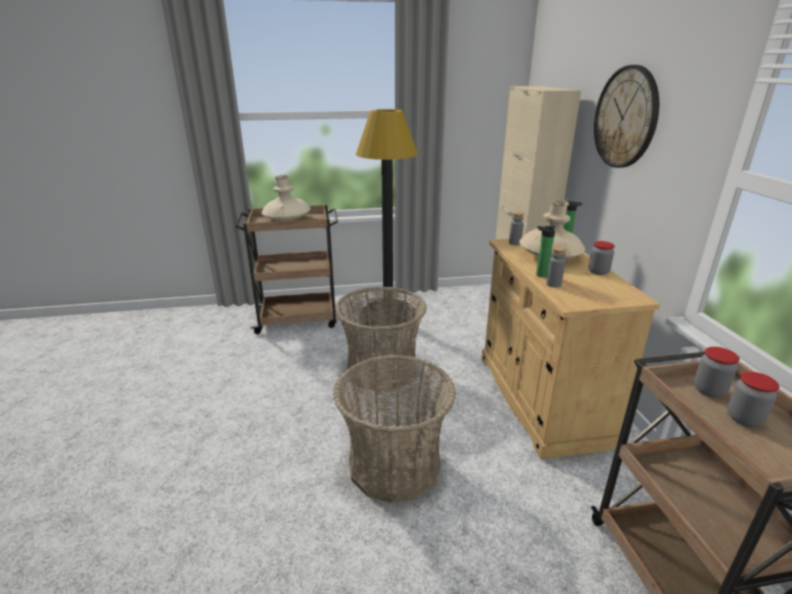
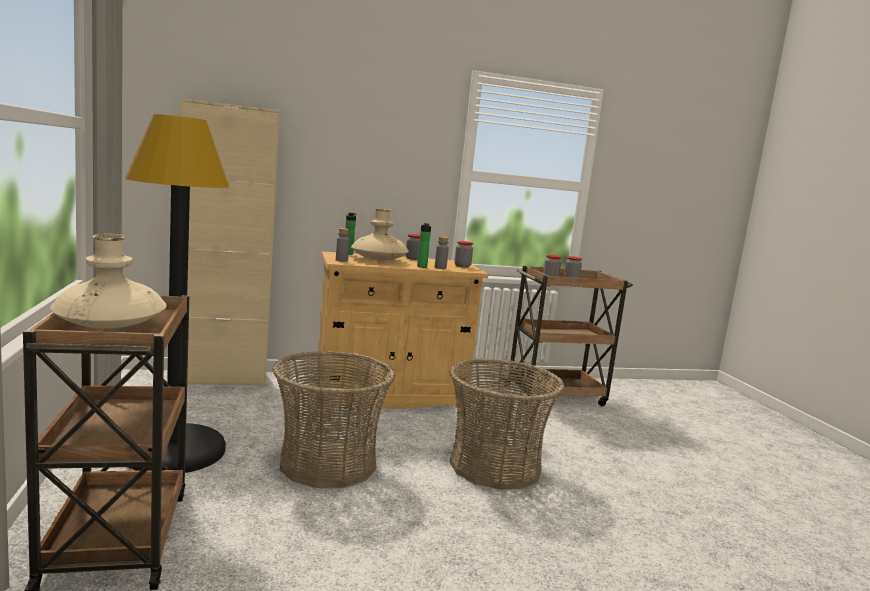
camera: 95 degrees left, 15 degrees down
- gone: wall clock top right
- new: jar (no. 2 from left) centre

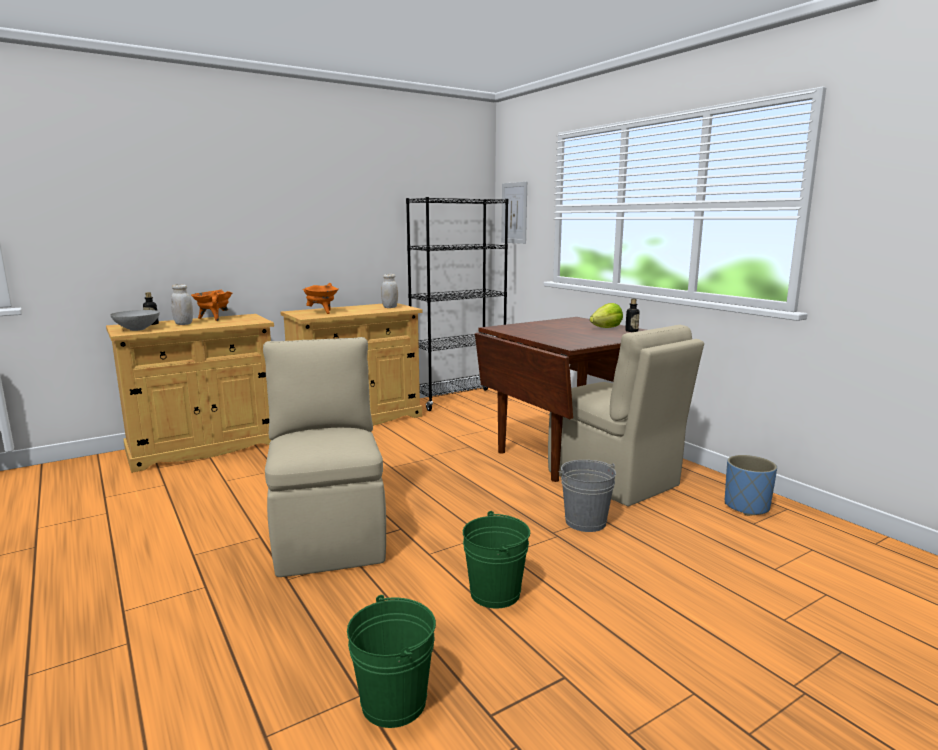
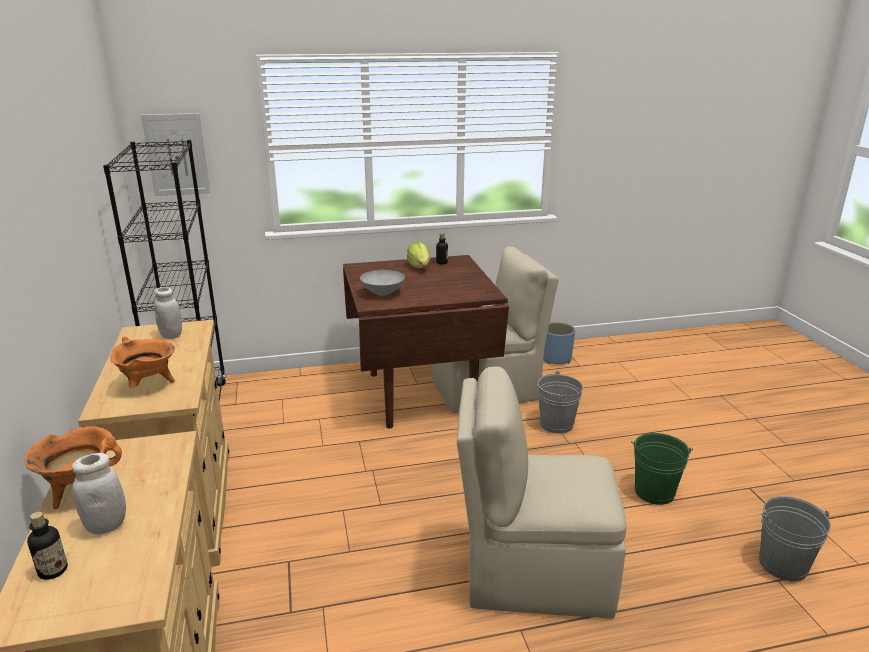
camera: 70 degrees left, 10 degrees up
- shifted: bowl/grey middle left to centre
- repainted: bucket/green (no. 1 from left) bottom centre to bucket/grey (no. 2 from left) bottom right

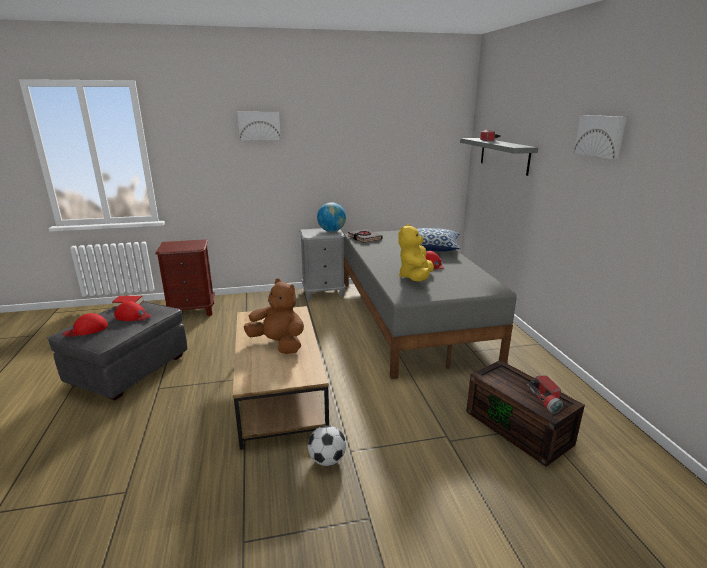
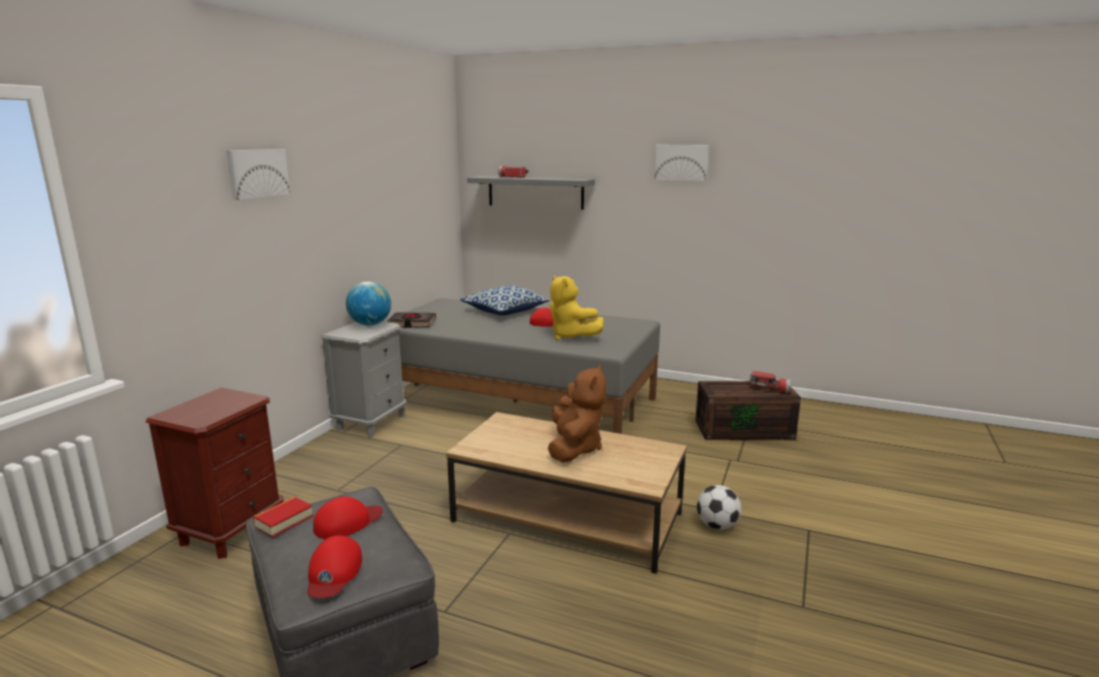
camera: 55 degrees left, 5 degrees down
- rotated: plush toy/brown centre = centre 120 degrees clockwise

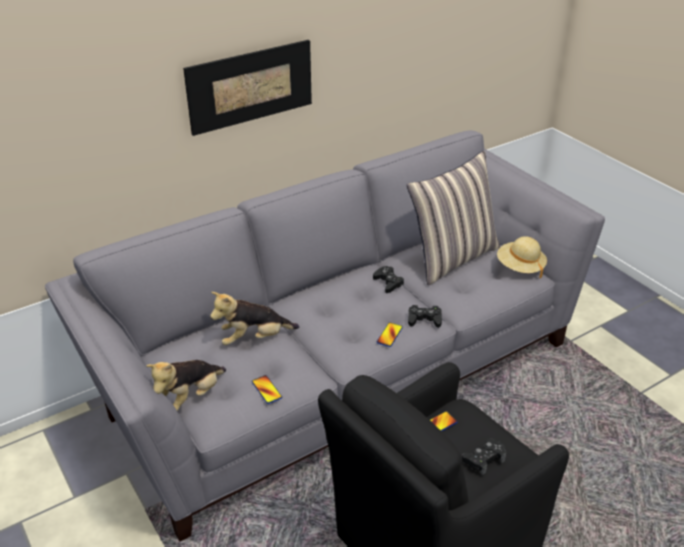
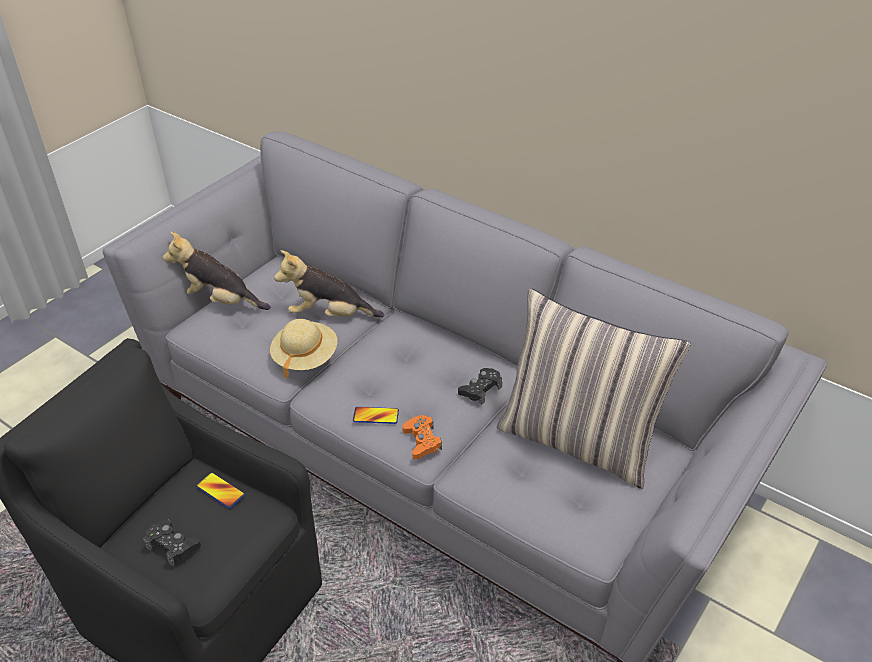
camera: 70 degrees right, 5 degrees up
- gone: picture top centre
- gone: phone (no. 1 from left) bottom centre
- shifted: hat/beige middle right to centre
- repainted: game controller/black (no. 2 from left) centre to game controller/orange centre
- rotated: plush toy (no. 2 from left) centre = centre 45 degrees counterclockwise

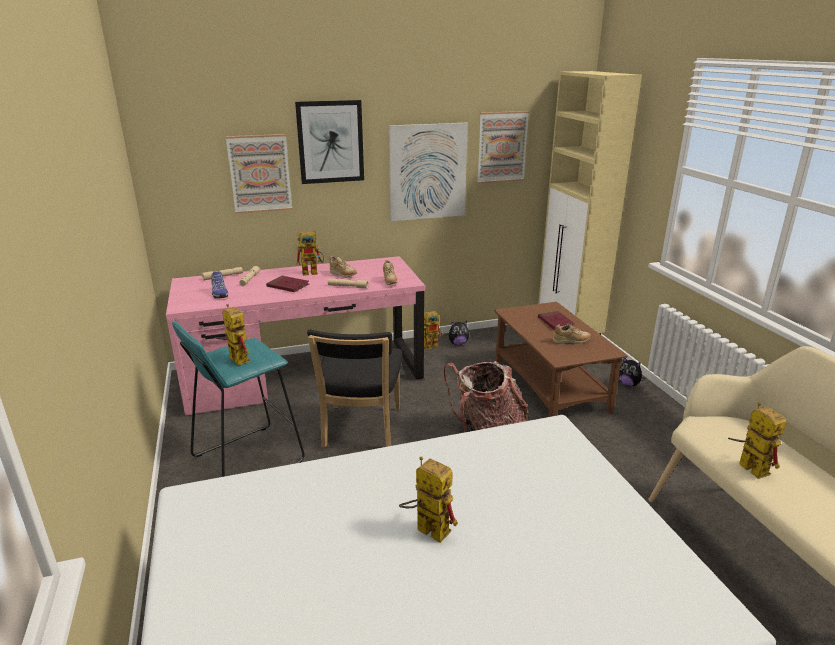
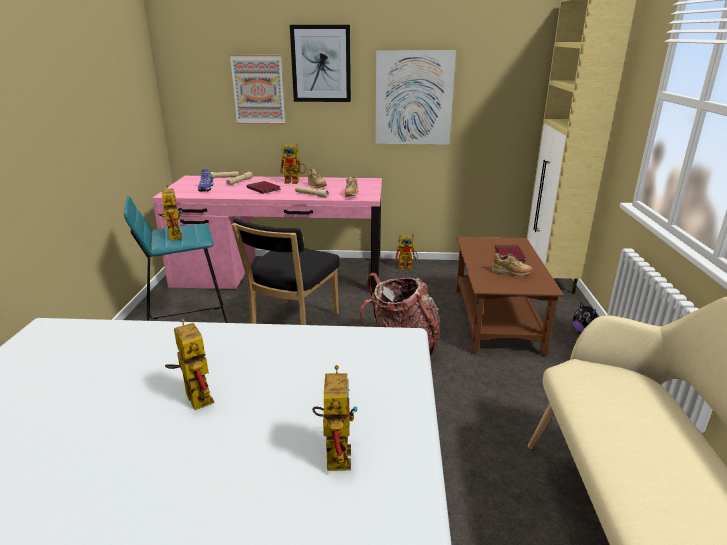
camera: 20 degrees right, 0 degrees up
- gone: plush toy (no. 1 from left) centre
- gone: picture (no. 4 from left) top centre
- shifted: toy robot (no. 5 from left in the first image) bottom right to toy robot (no. 4 from left) bottom centre

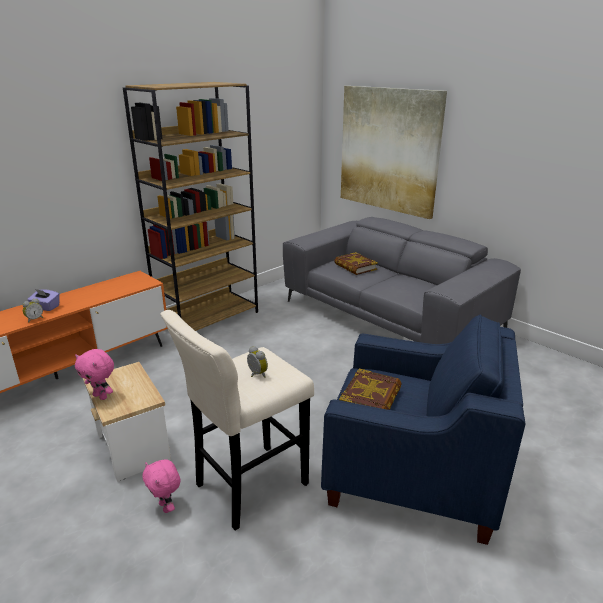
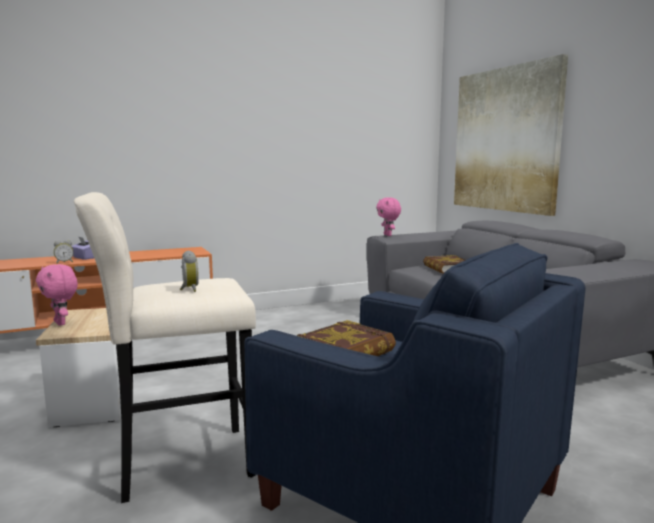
camera: 20 degrees right, 15 degrees down
- gone: bookcase/brown middle left
- shifted: plush toy/pink (no. 2 from left) bottom left to centre

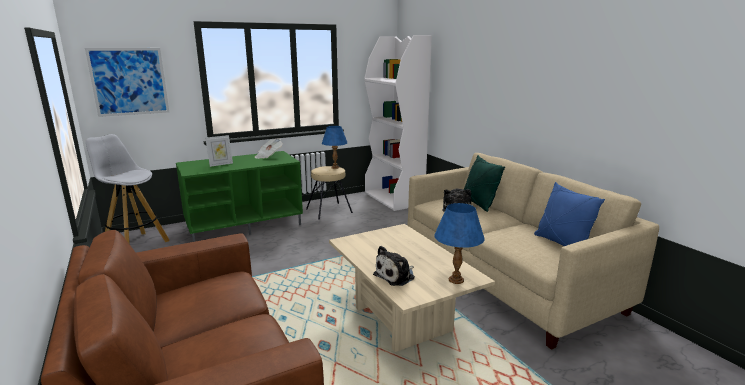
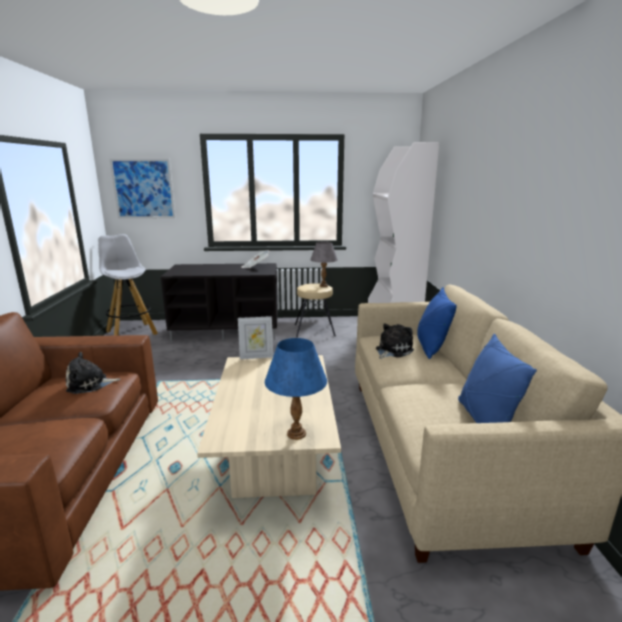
camera: 25 degrees right, 0 degrees up
- shifted: picture frame middle left to centre
- shifted: plush toy (no. 1 from left) bottom centre to middle left
- repainted: tv stand/green middle left to tv stand/black centre
- repainted: table lamp/blue (no. 1 from left) centre to table lamp/grey centre
- repainted: pillow/green centre to pillow/blue (no. 1 from left) middle right

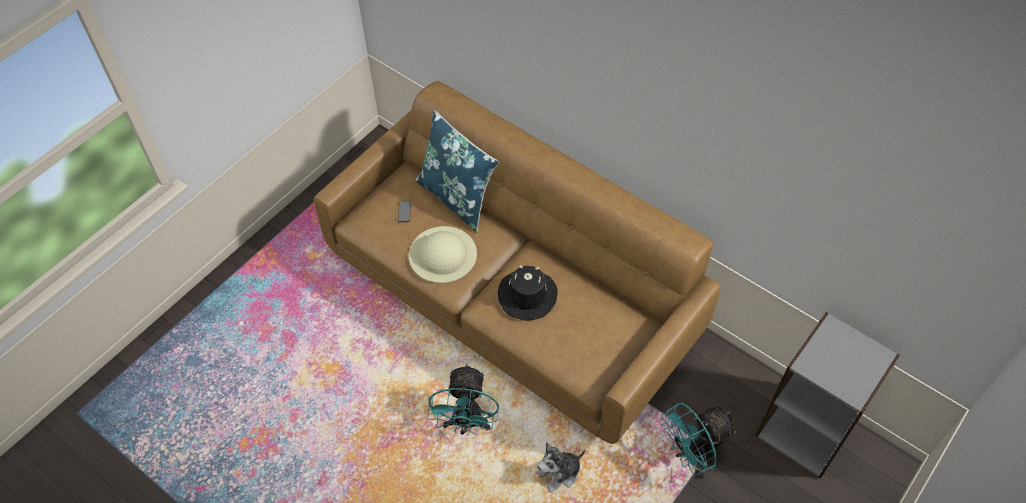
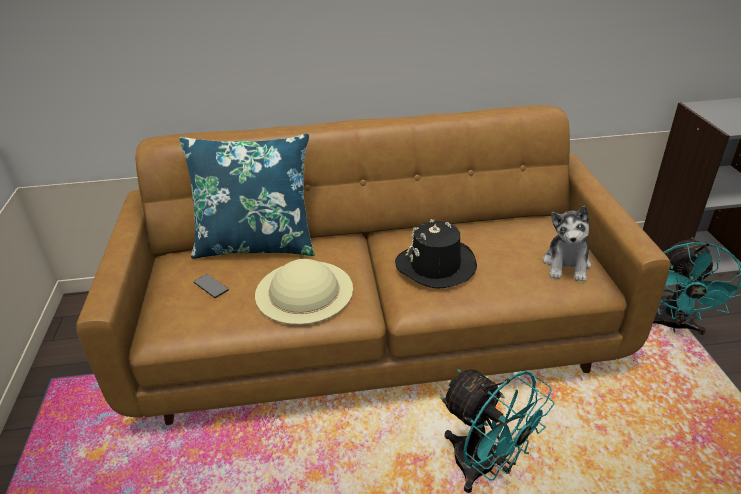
camera: 45 degrees left, 20 degrees down
- shifted: plush toy bottom centre to middle right

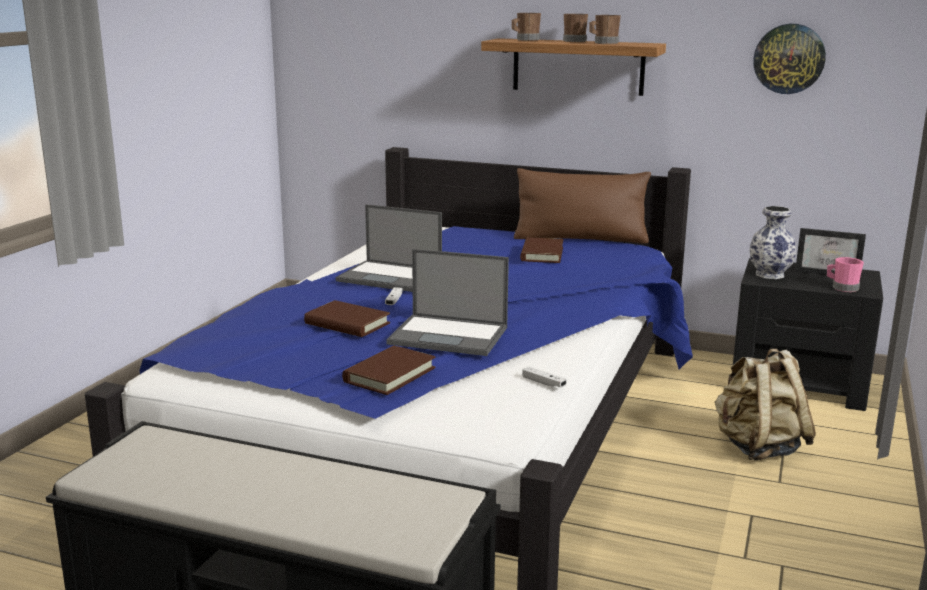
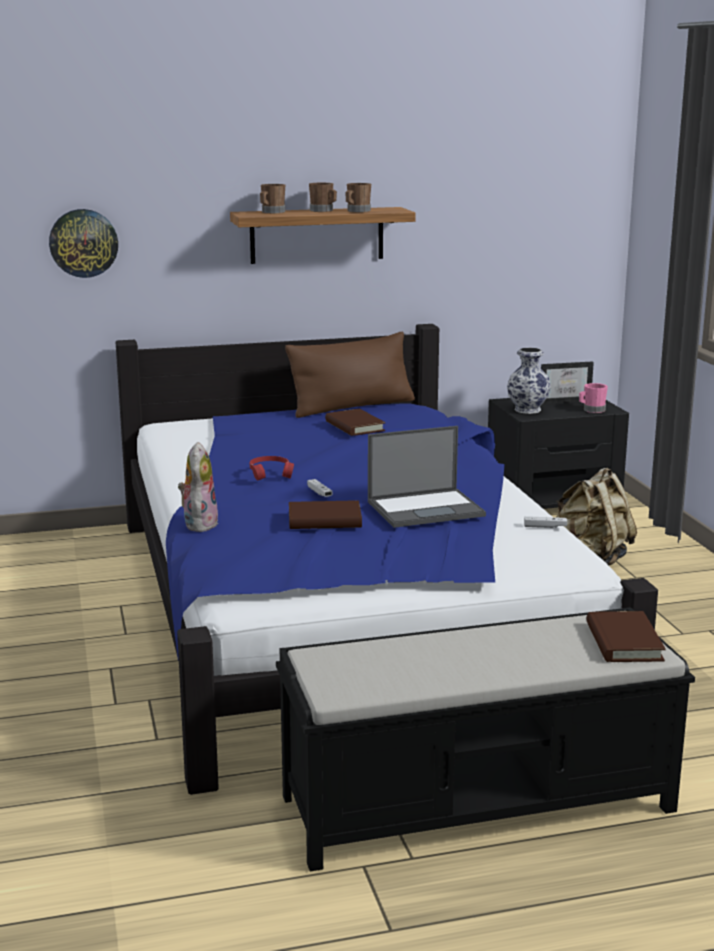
camera: 35 degrees left, 0 degrees up
- new: plush toy middle left
- shifted: book/brown (no. 2 from left in the first image) centre to book/brown (no. 3 from left) bottom right
- shifted: wall clock top right to top left
- swapped: laptop (no. 1 from left) centre to headphones/red centre

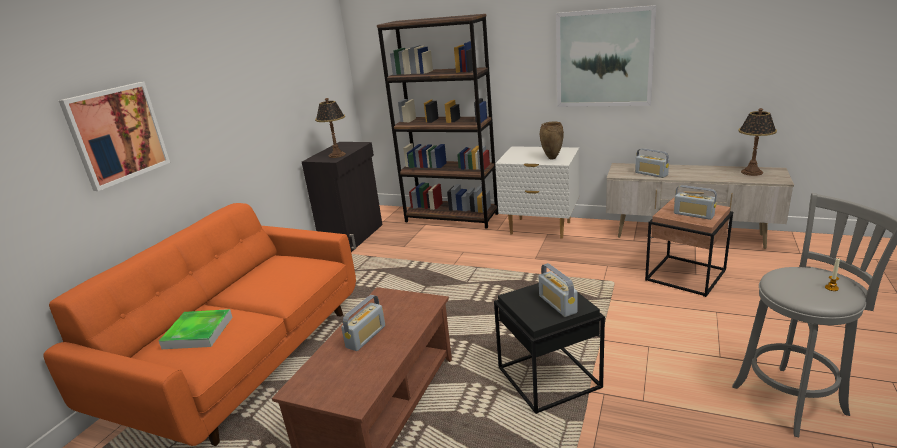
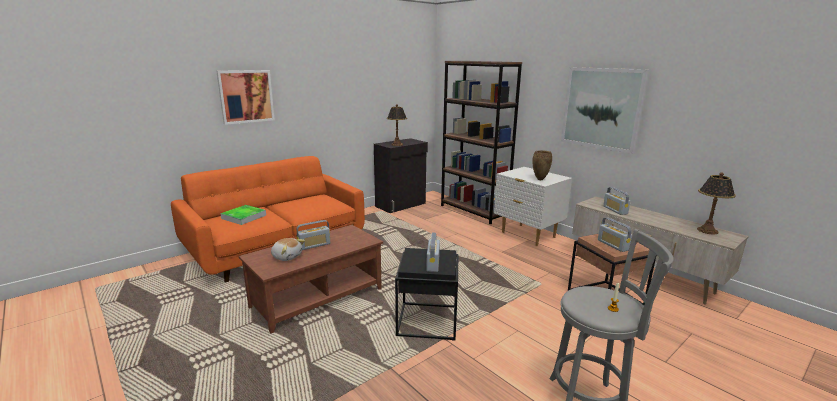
camera: 25 degrees right, 5 degrees down
- new: plush toy centre

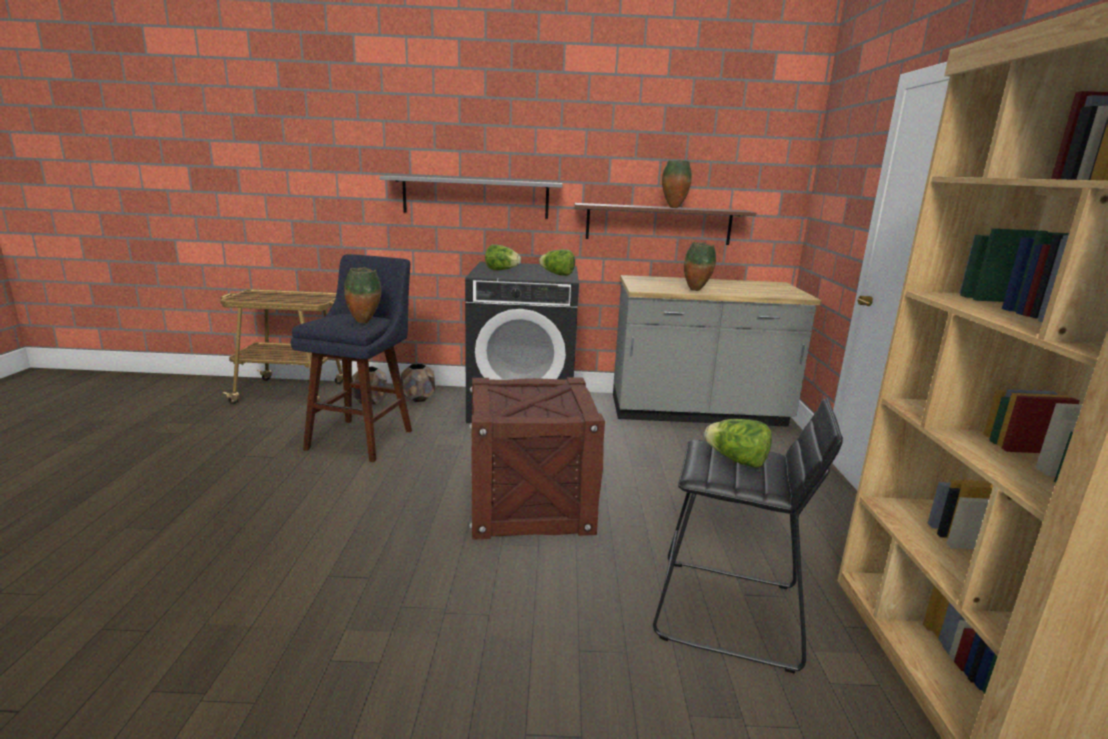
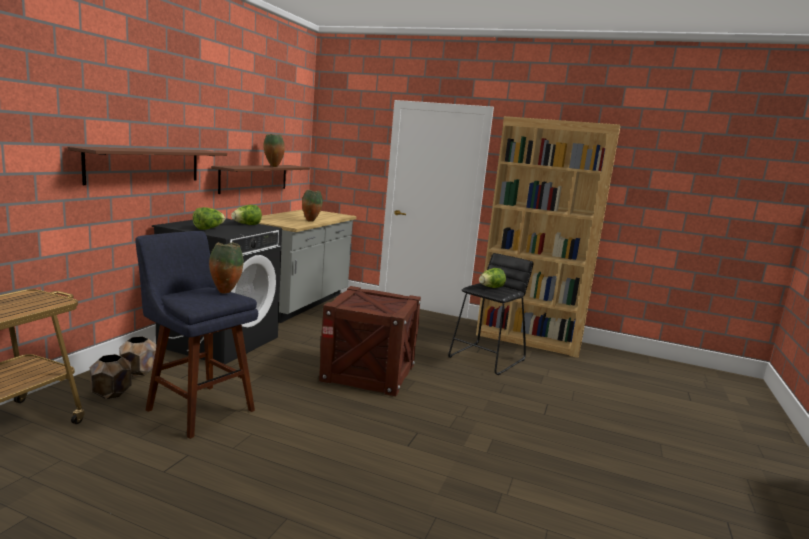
camera: 70 degrees left, 5 degrees down
- repainted: shelf/grey top centre to shelf/brown (no. 1 from left) top left

